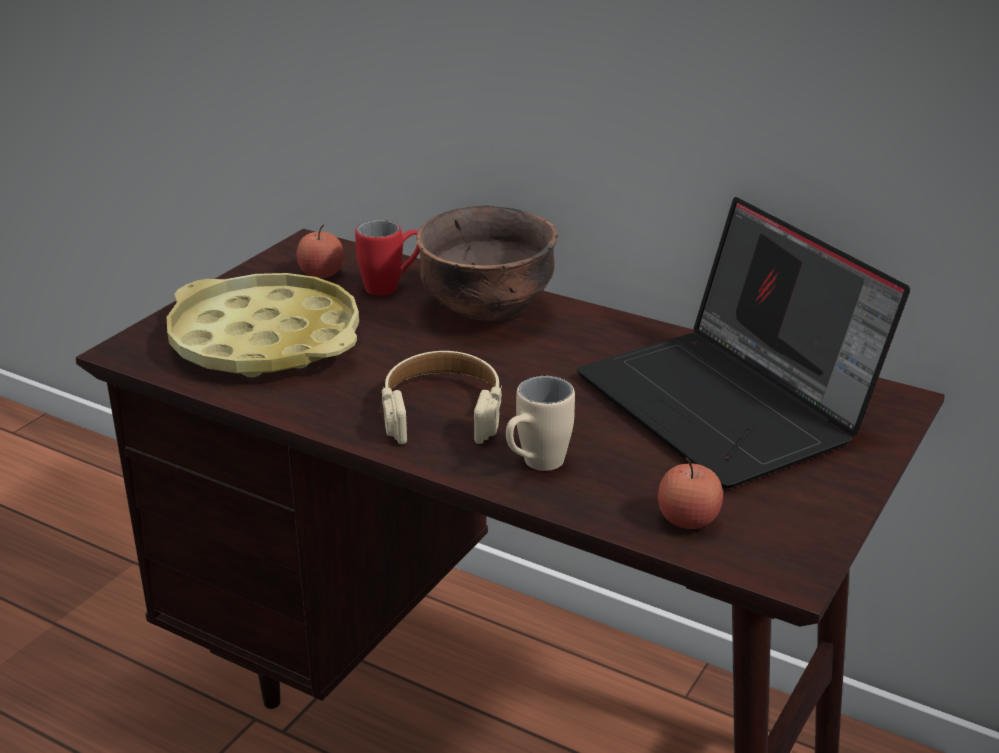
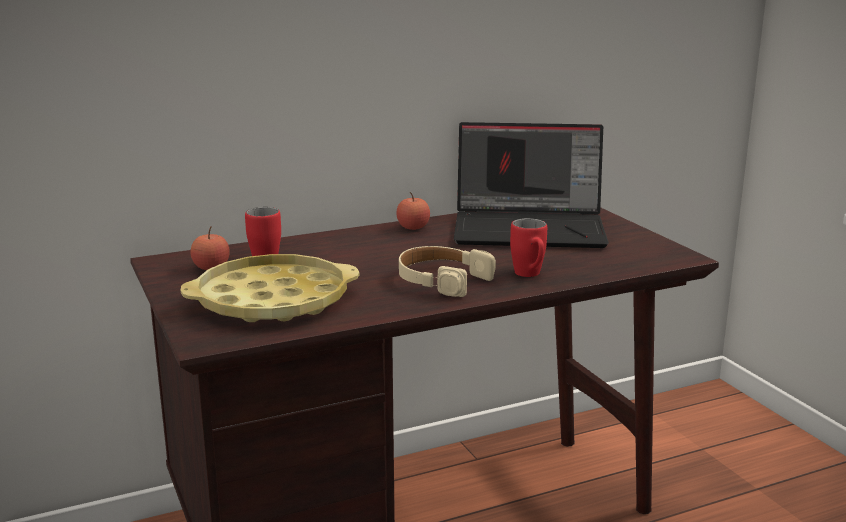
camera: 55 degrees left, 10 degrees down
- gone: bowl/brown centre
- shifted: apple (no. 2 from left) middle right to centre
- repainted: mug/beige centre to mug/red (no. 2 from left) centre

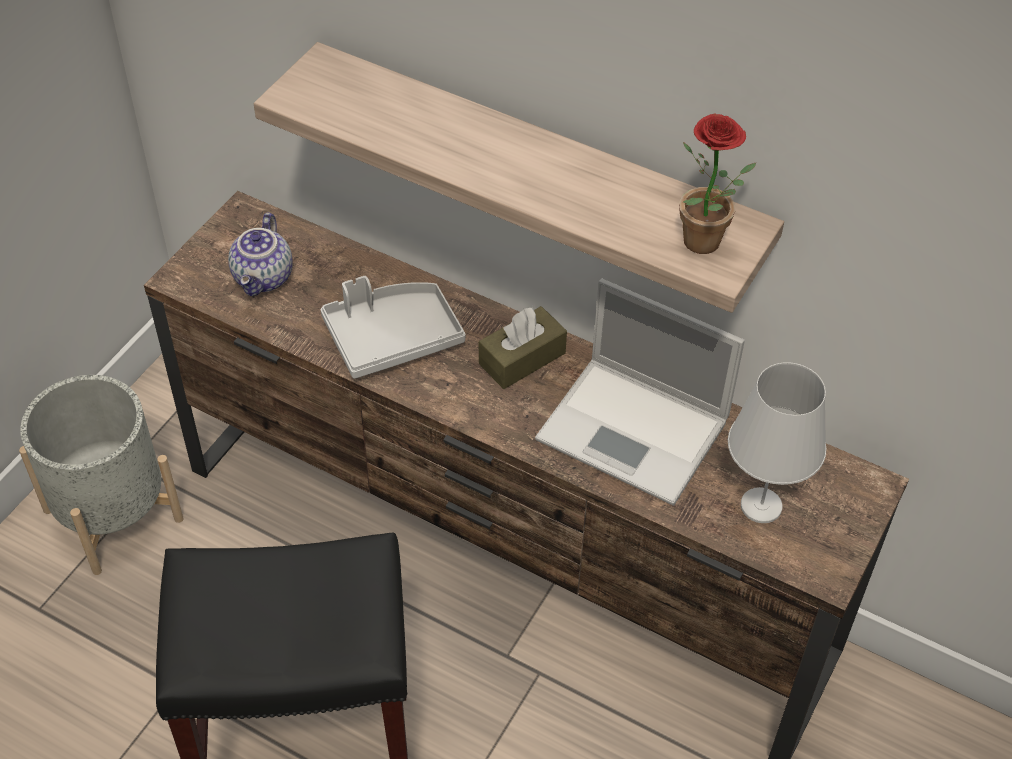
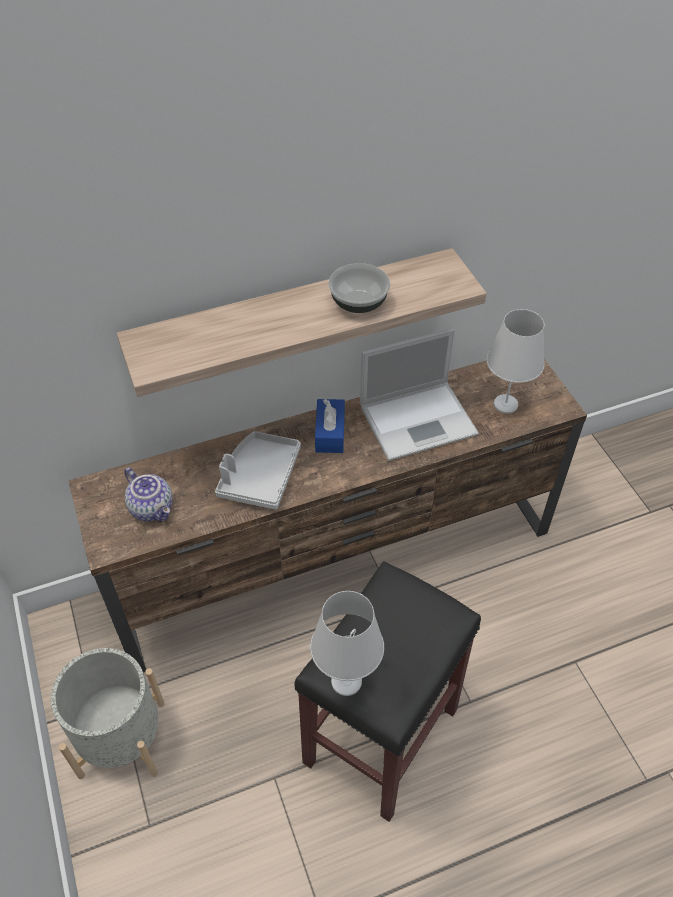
camera: 50 degrees left, 0 degrees up
- gone: potted plant top right
- new: table lamp/white (no. 1 from left) bottom centre
- new: bowl top centre
- repainted: tissue box/brown centre to tissue box/blue centre

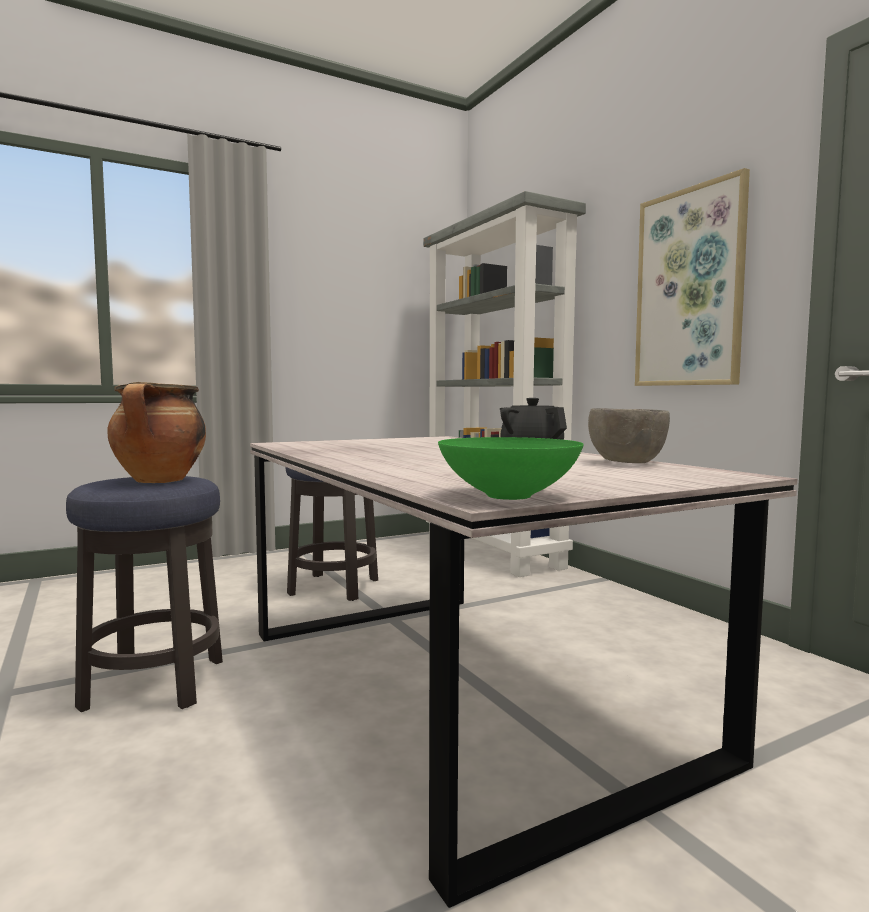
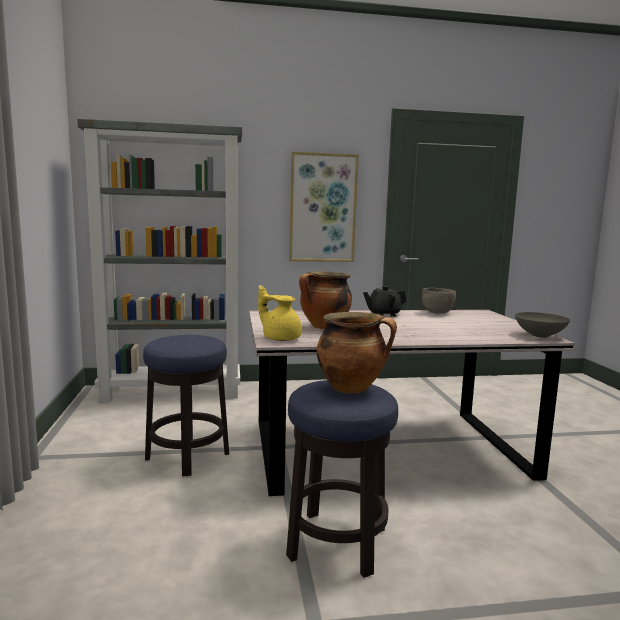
camera: 70 degrees left, 5 degrees up
- new: teapot/yellow centre
- new: cooking pot (no. 1 from left) centre
- repainted: bowl/green centre to bowl/grey (no. 2 from left) middle right

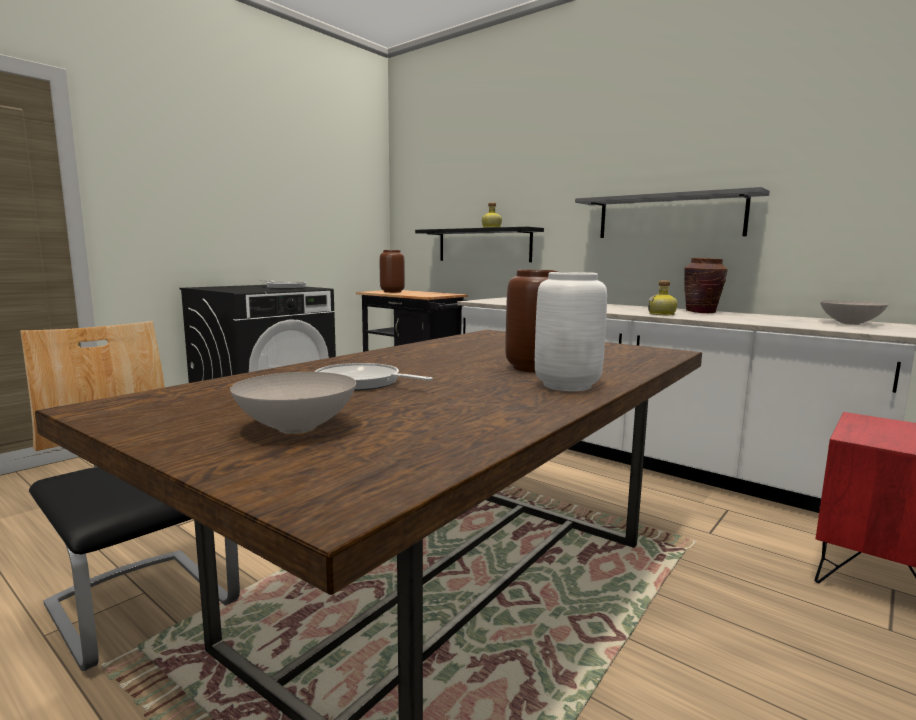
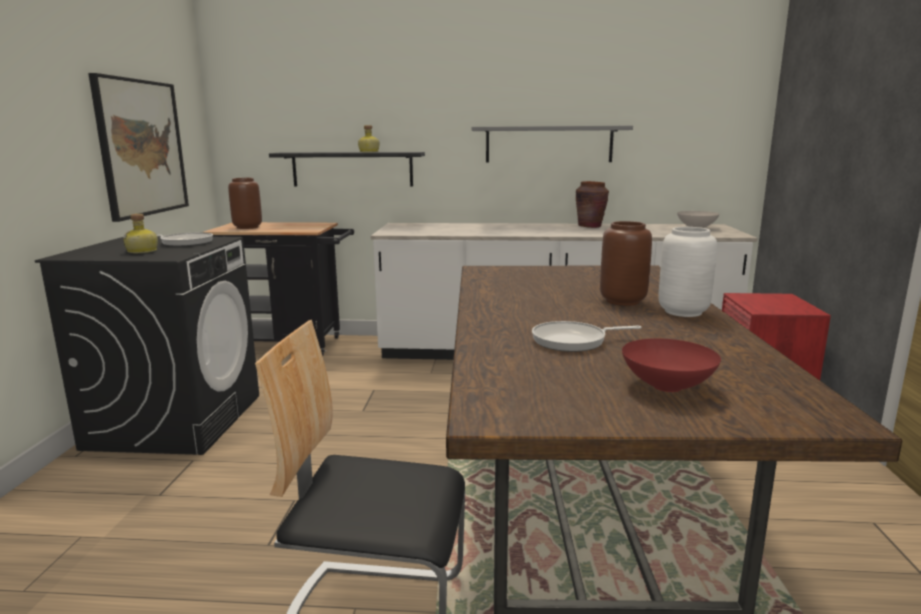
camera: 35 degrees left, 5 degrees up
- new: picture top left
- shifted: bottle (no. 2 from left in the first image) middle right to bottle (no. 1 from left) middle left
- repainted: bowl/white (no. 1 from left) middle left to bowl/red middle right

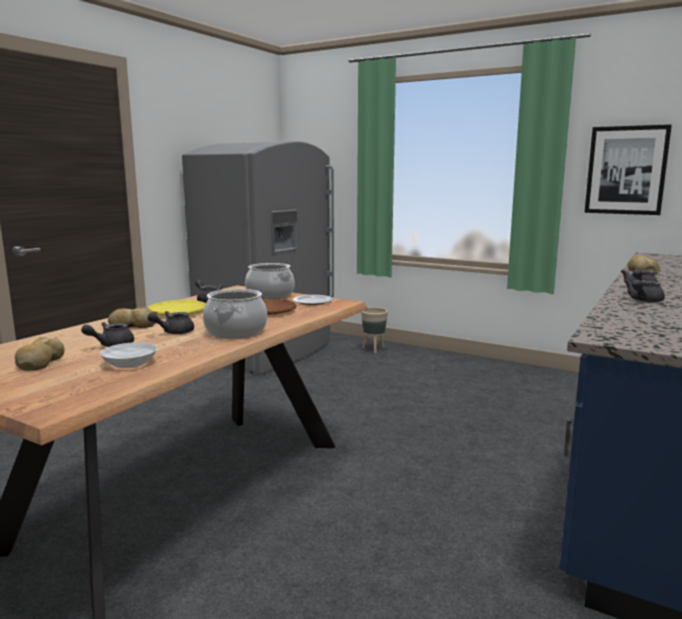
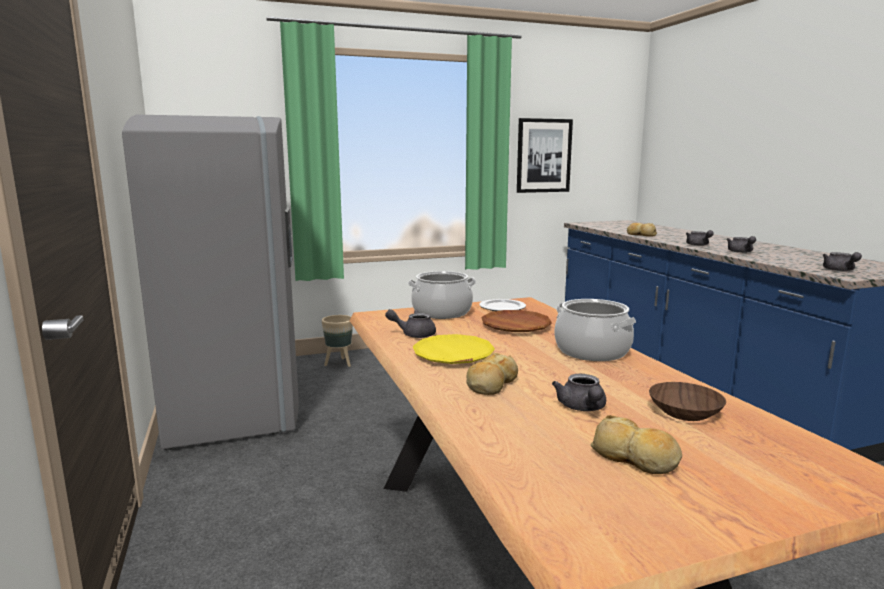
camera: 50 degrees left, 0 degrees up
- shifted: teapot/grey (no. 2 from left in the first image) middle left to teapot/grey (no. 5 from left) middle right
- repainted: bowl/white middle left to bowl/brown bottom right

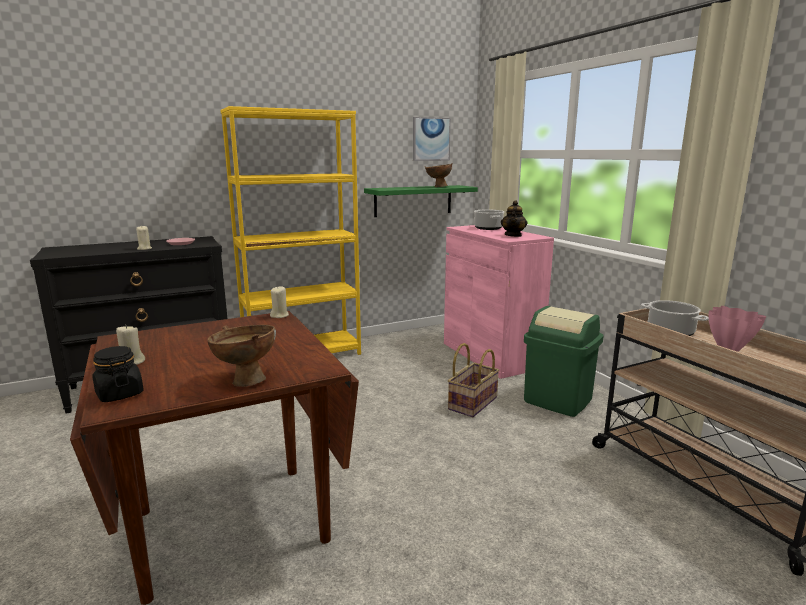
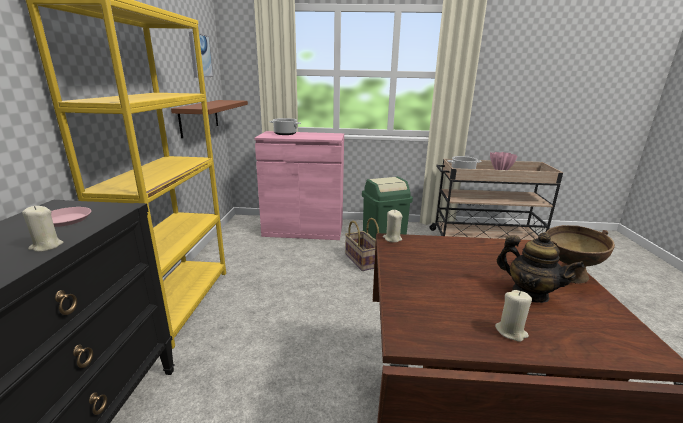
camera: 60 degrees left, 5 degrees up
- gone: jar/black middle left
- gone: bowl/brown (no. 2 from left) top centre
- shifted: teapot centre to middle right
- repainted: shelf/green top centre to shelf/brown top left

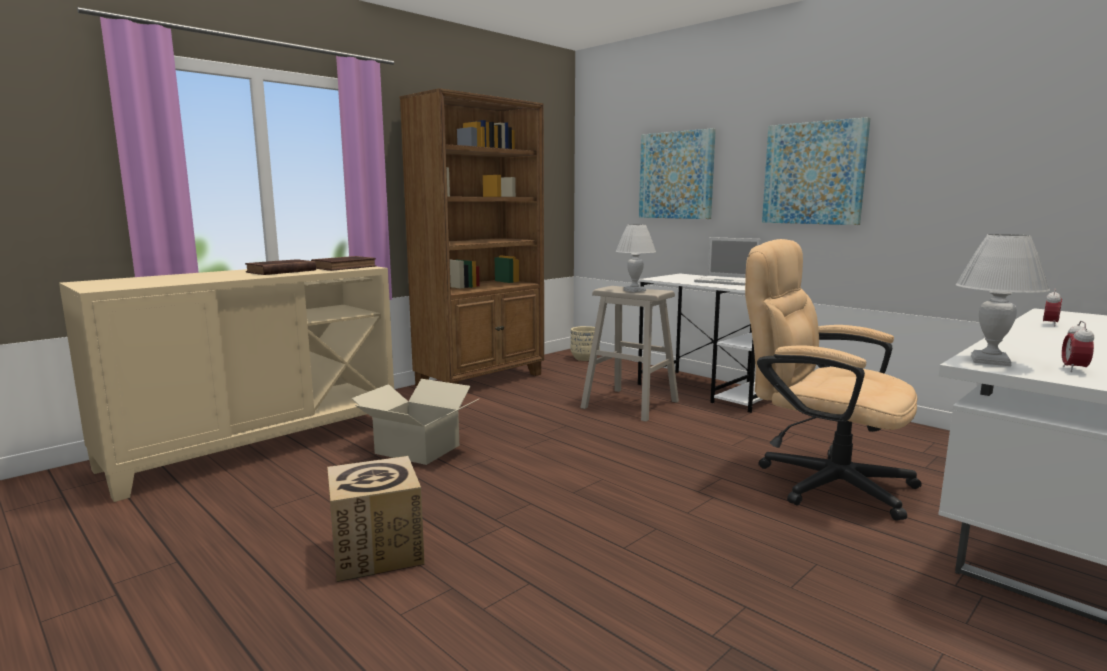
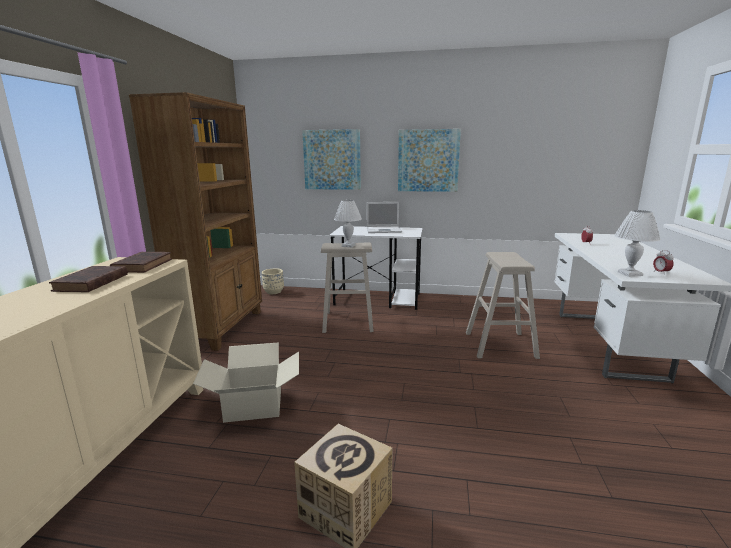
camera: 35 degrees left, 5 degrees up
- swapped: office chair/beige middle right to stool/beige (no. 2 from left) middle right

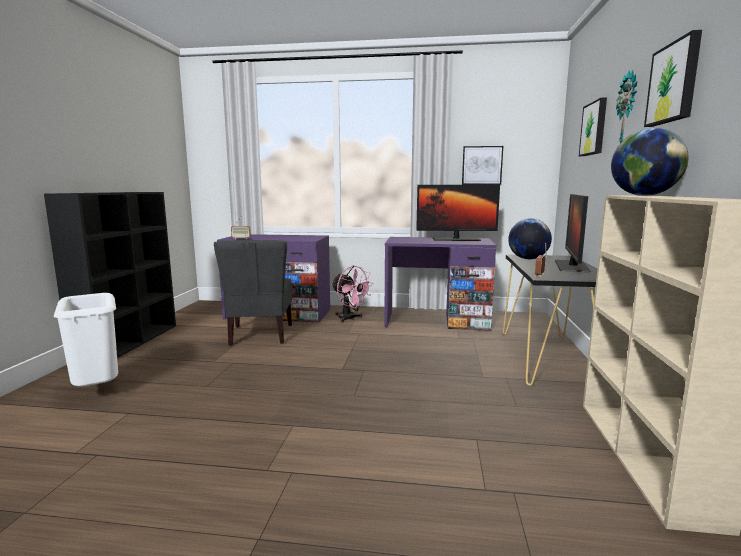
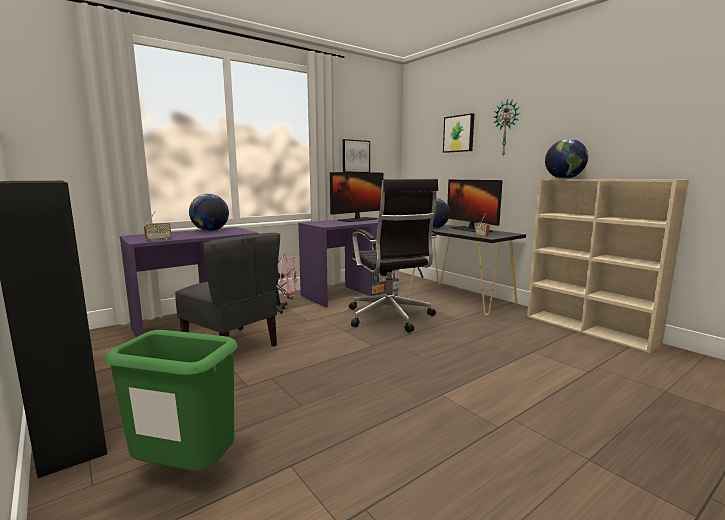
camera: 45 degrees left, 0 degrees up
- gone: picture (no. 3 from left) top right
- new: globe (no. 1 from left) middle left
- new: office chair/black centre
- repainted: trash can/white middle left to trash can/green bottom left

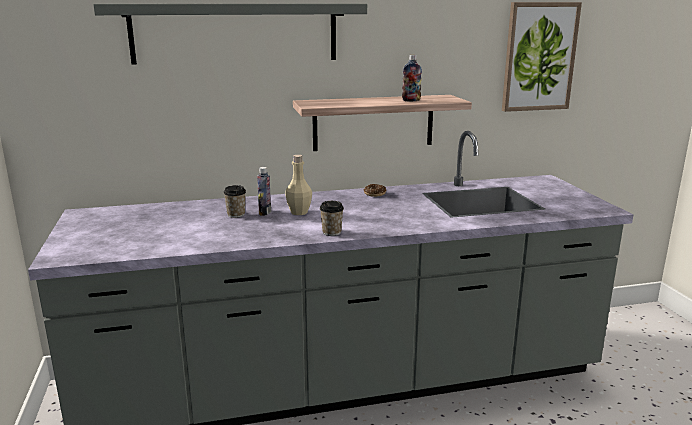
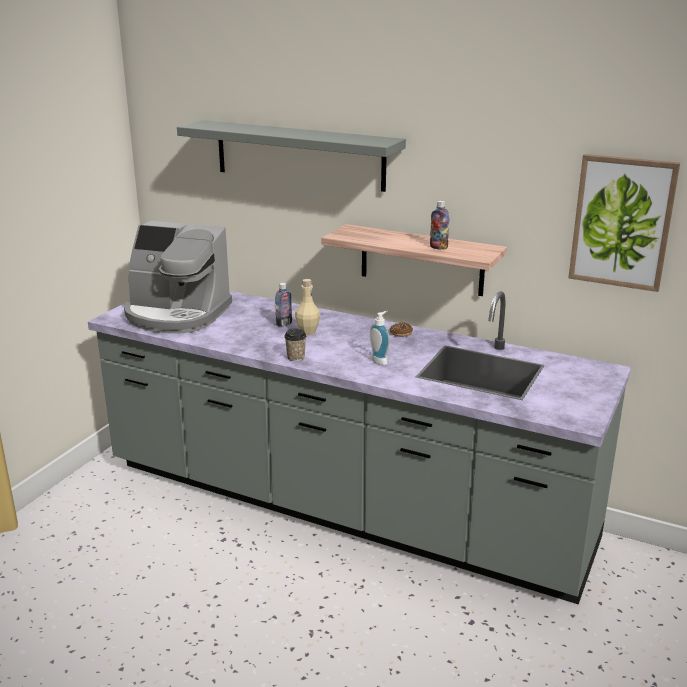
camera: 40 degrees right, 5 degrees up
- gone: cup (no. 1 from left) centre
- new: coffee machine middle left
- new: soap dispenser centre

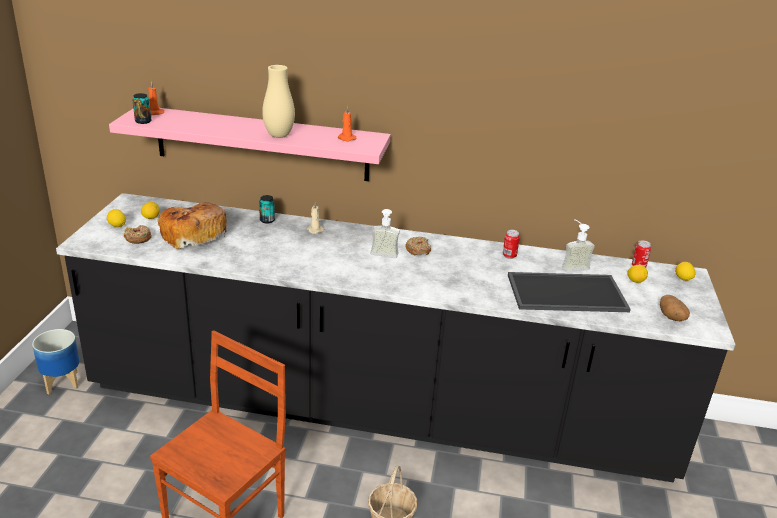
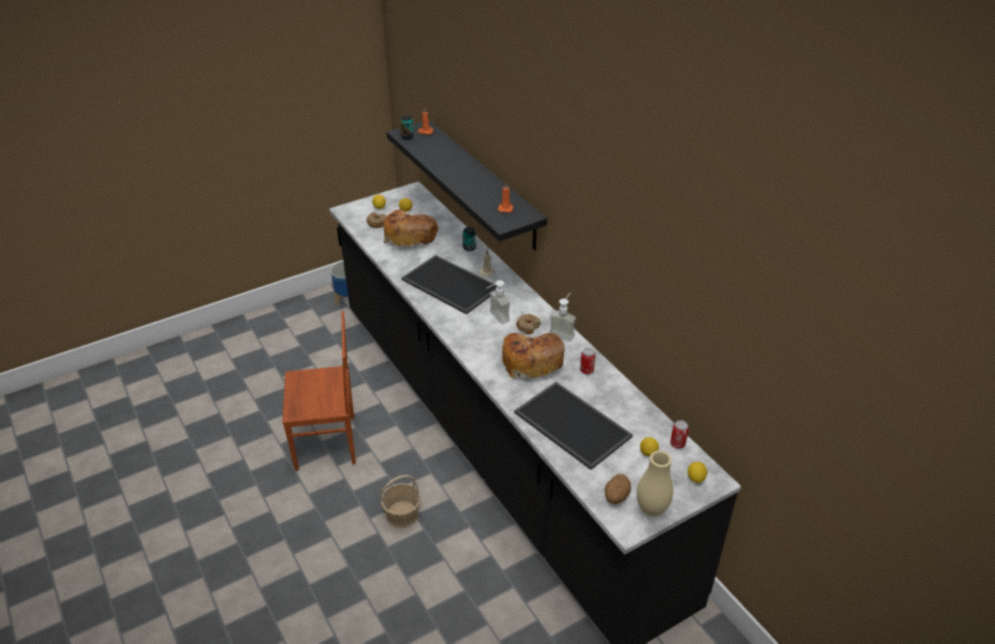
camera: 50 degrees right, 10 degrees up
- new: tray (no. 1 from left) centre
- new: bread (no. 2 from left) centre
- shifted: vase/beige top centre to bottom centre
- shifted: soap dispenser (no. 2 from left) middle right to centre
- repainted: shelf/pink top left to shelf/black top centre

